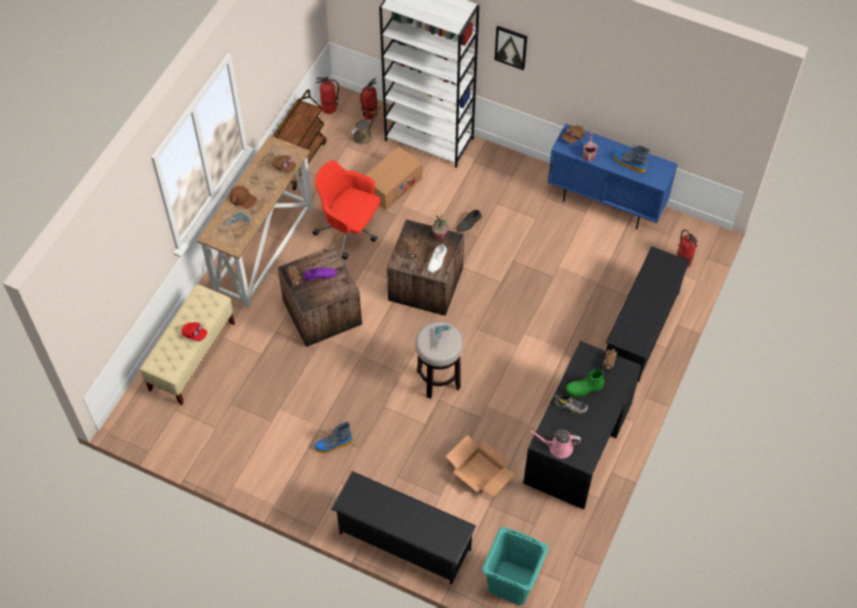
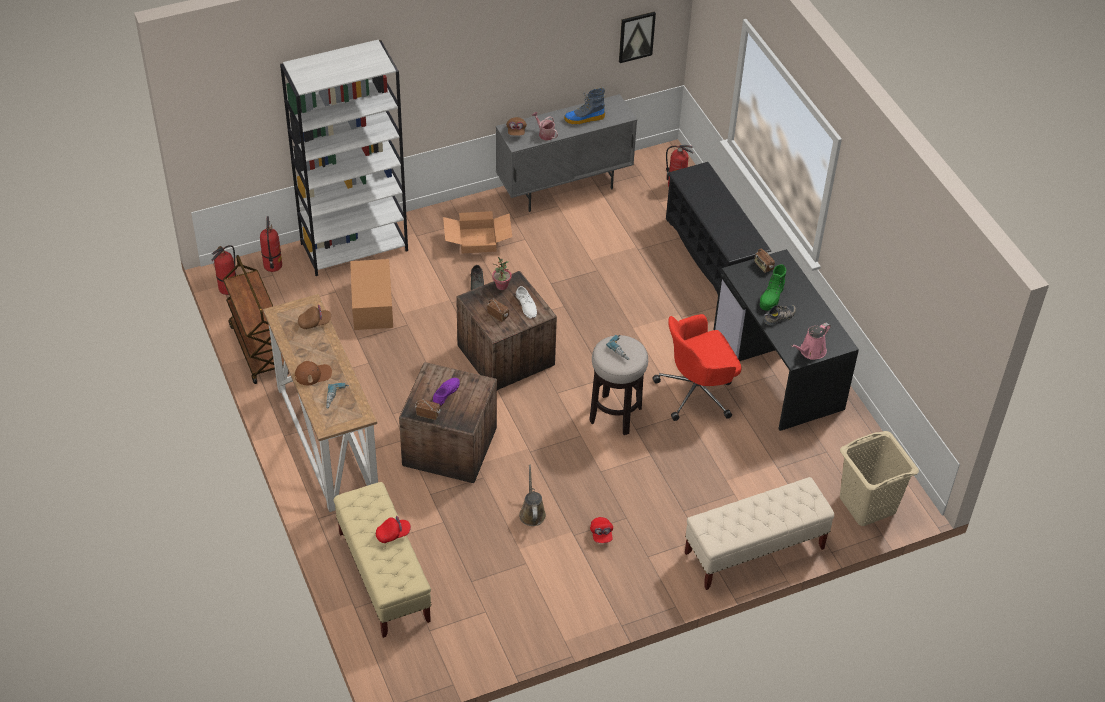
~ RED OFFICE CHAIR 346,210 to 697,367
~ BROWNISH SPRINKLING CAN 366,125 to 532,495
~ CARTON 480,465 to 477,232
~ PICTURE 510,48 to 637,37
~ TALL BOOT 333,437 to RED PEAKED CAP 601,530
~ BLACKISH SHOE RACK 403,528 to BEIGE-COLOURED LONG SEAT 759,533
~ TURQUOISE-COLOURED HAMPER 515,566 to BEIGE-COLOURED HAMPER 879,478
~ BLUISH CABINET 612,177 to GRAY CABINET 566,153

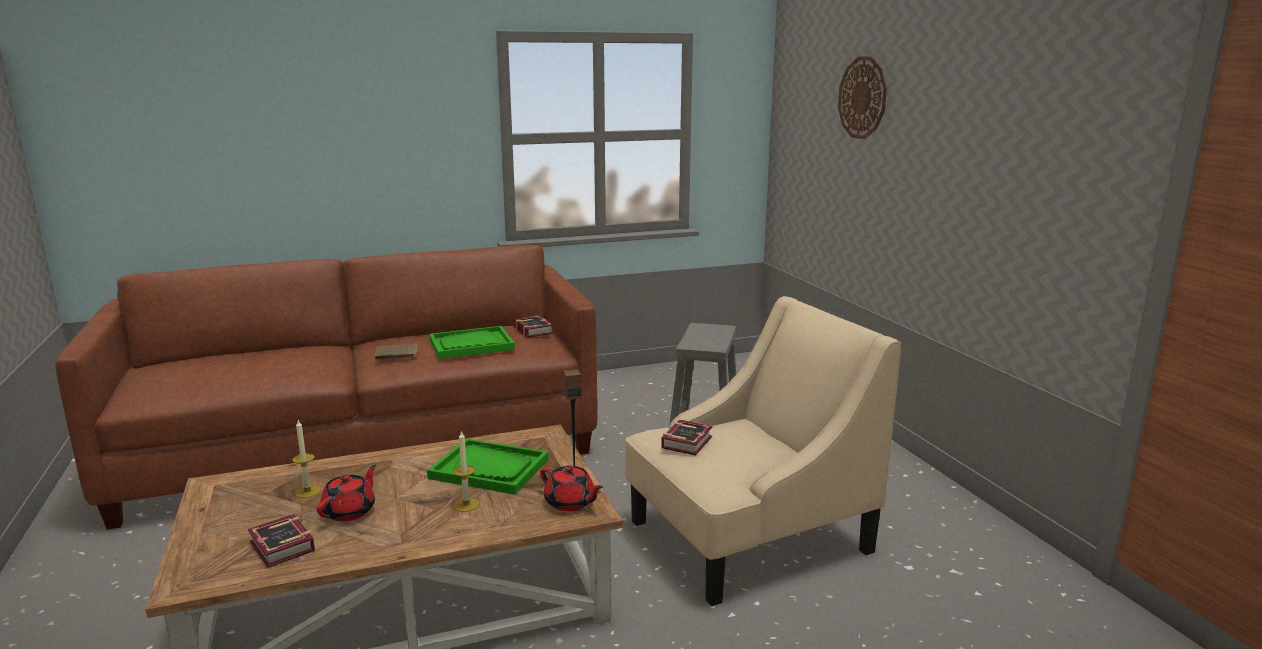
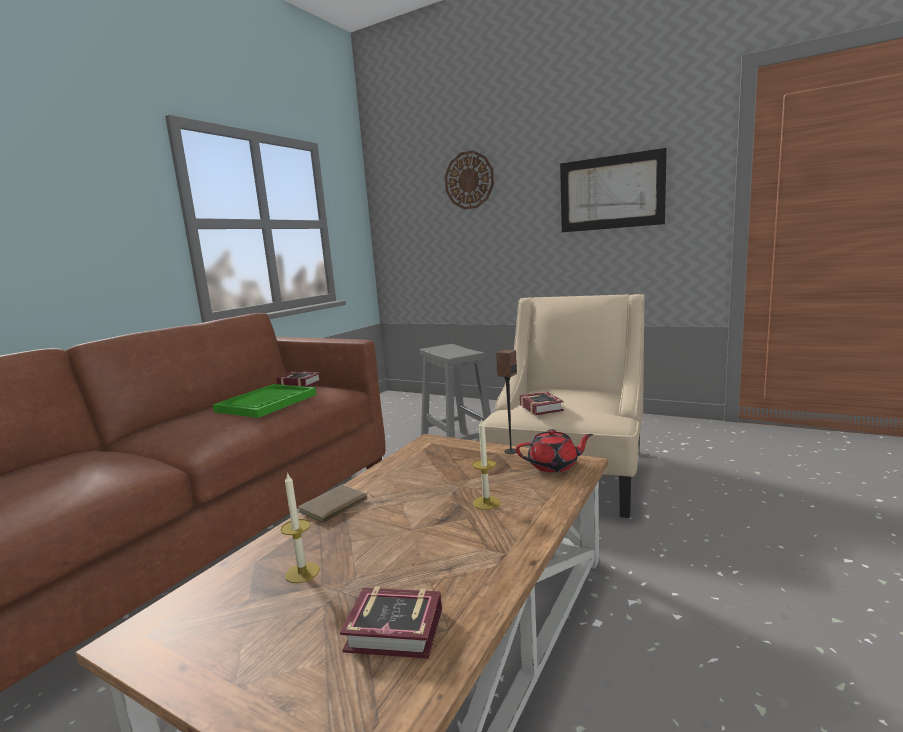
- RED POT FOR TEA 346,493
- GREEN-COLOURED TRAY 488,466
+ PICTURE 613,190
~ BROWNISH BOOK 396,352 to 336,504

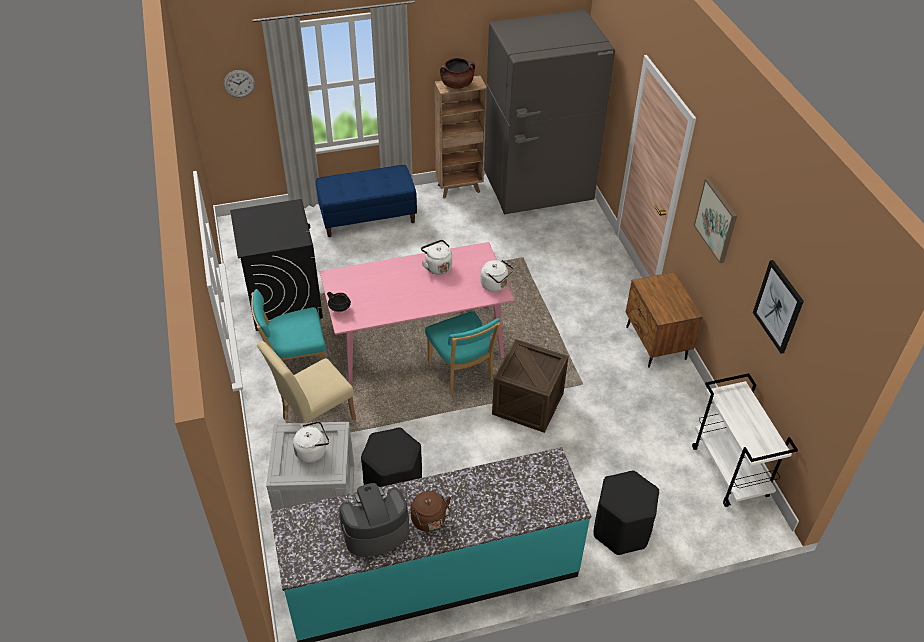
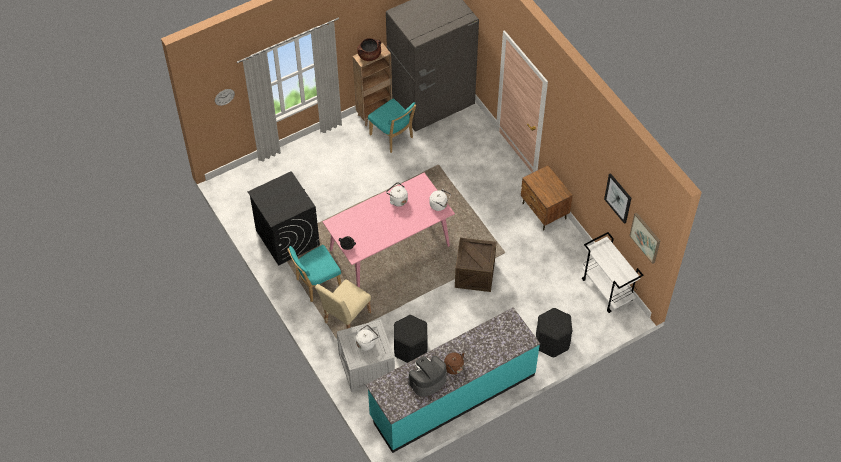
- BLUISH LONG SEAT 366,201
~ TURQUOISE-COLOURED CHAIR 463,353 to 392,126
~ PICTURE 715,220 to 644,238

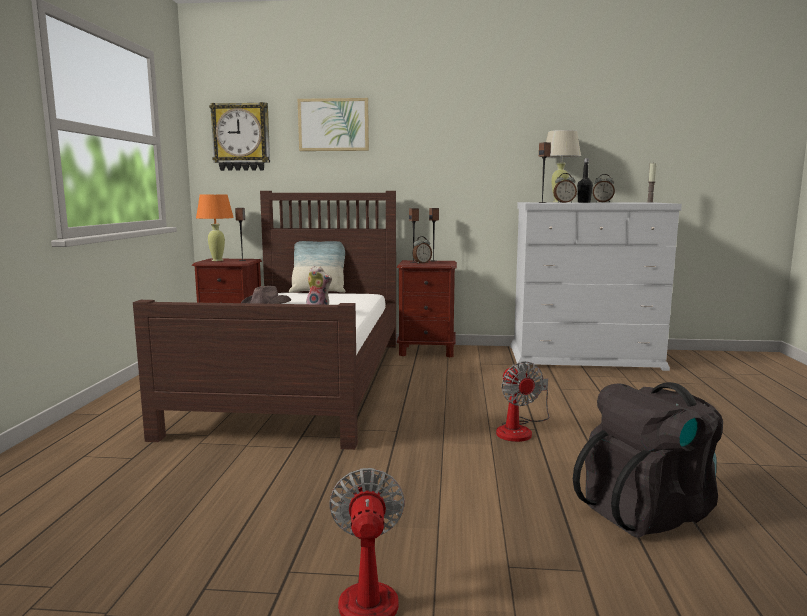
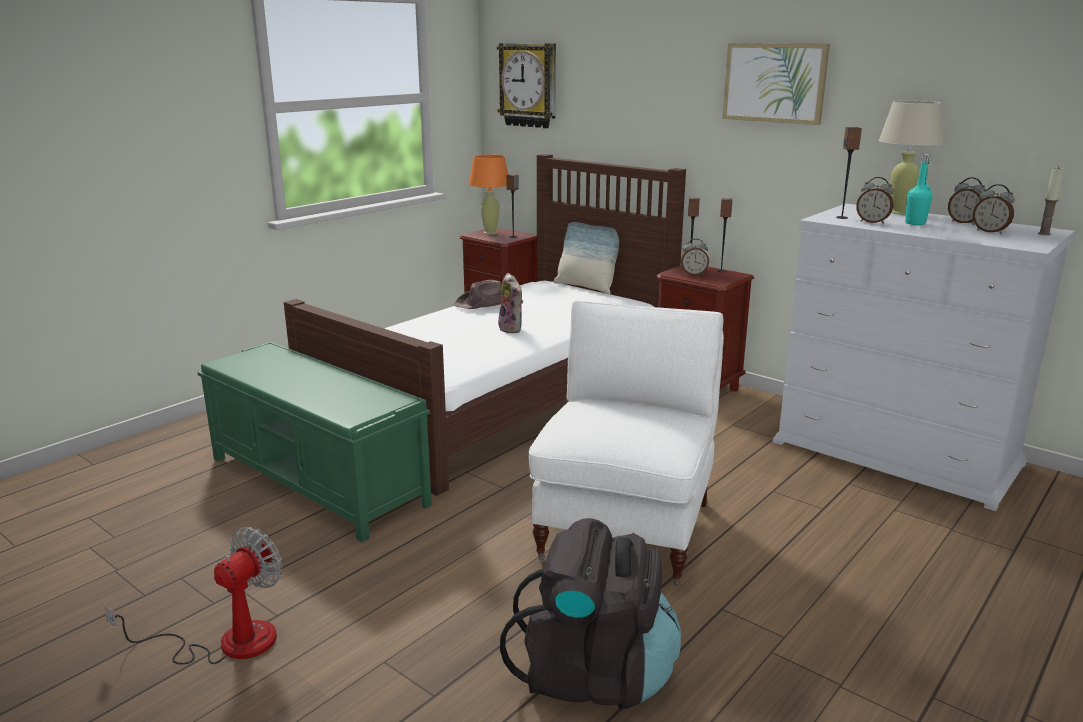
+ GREEN-COLOURED LONG SEAT 314,442
+ BEDSIDE CLOCK 994,209
~ PICTURE 333,124 to 776,84
~ FAN 522,401 to WHITE-COLOURED EASY CHAIR 626,443
~ BLACKISH BOTTLE 585,180 to TURQUOISE-COLOURED BOTTLE 919,189

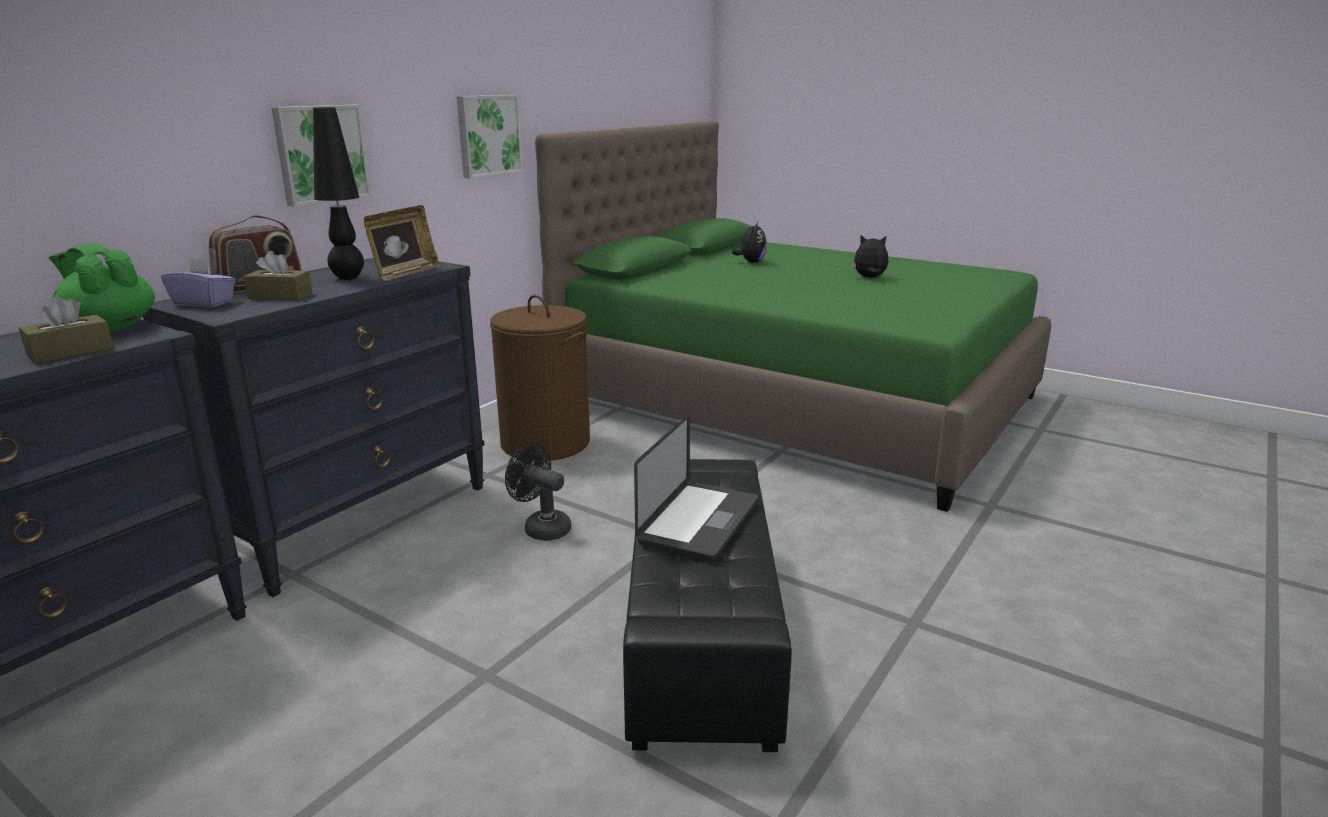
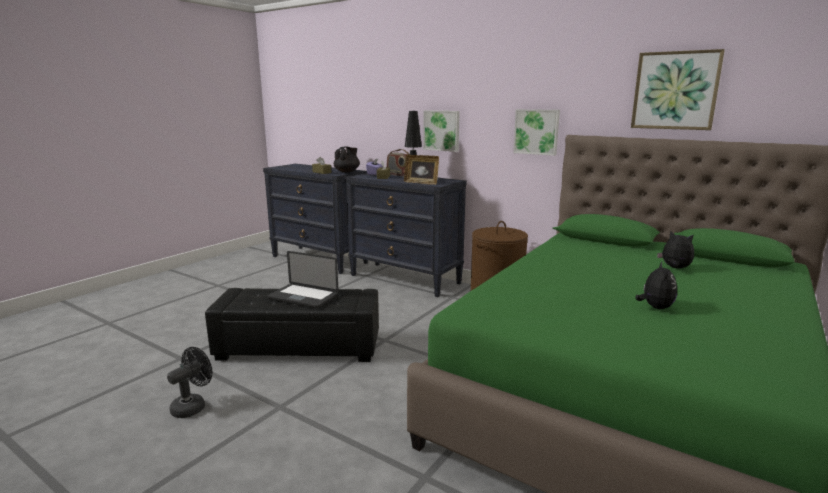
+ PICTURE 678,89
~ BLACKISH FAN 538,492 to 189,382
~ GREEN-COLOURED POT FOR TEA 101,287 to BLACKISH POT FOR TEA 347,160
~ SOFT TOY 749,242 = 675,250 150 degrees counterclockwise

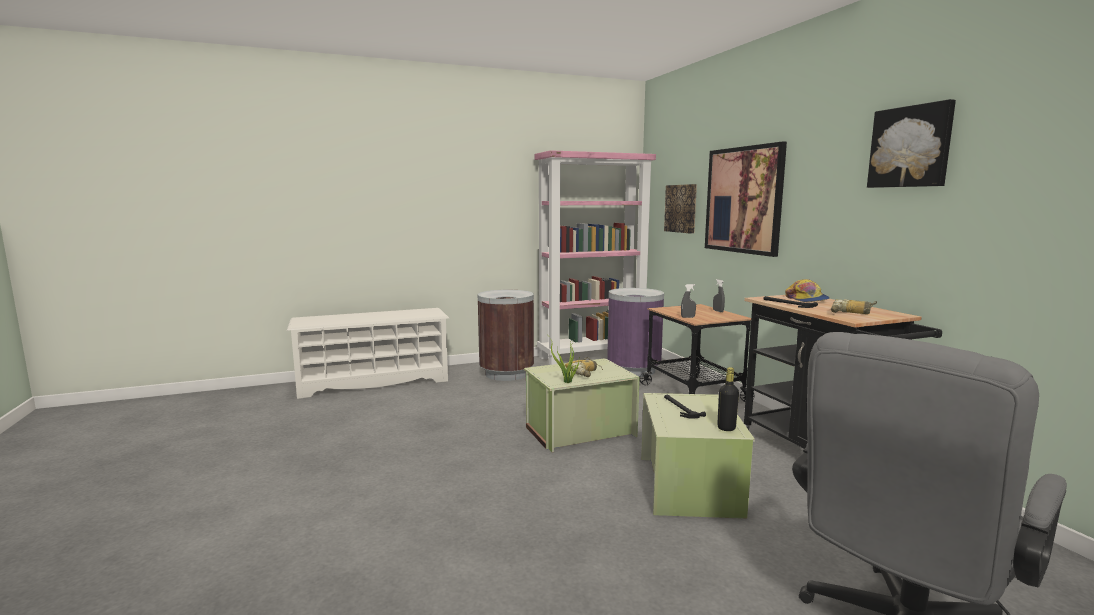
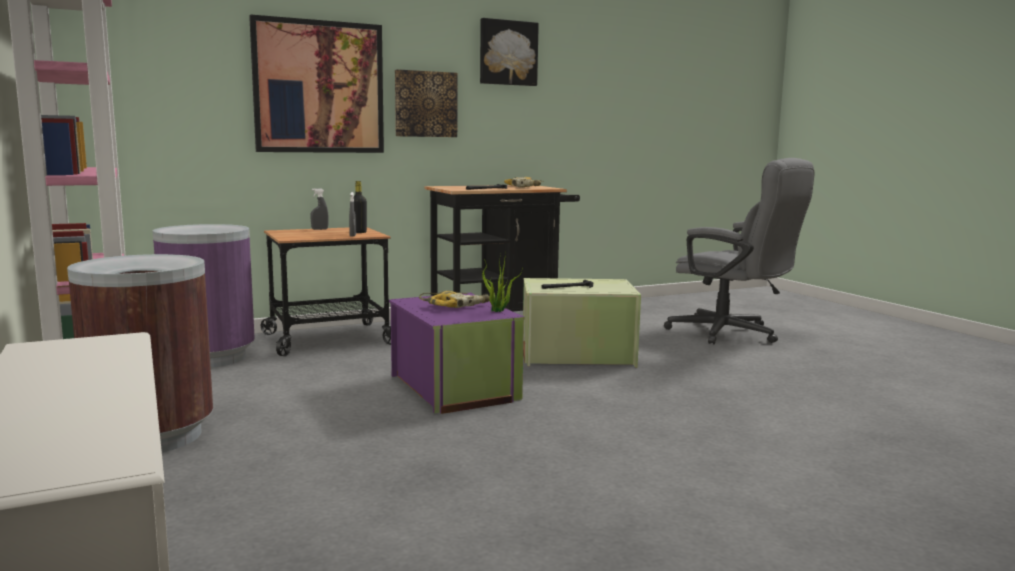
- PEAKED CAP 807,290
~ PICTURE 680,209 to 426,103
~ BLACKISH BOTTLE 728,399 to 360,207
~ GREEN-COLOURED STORAGE BIN 581,405 to PURPLISH STORAGE BIN 457,353

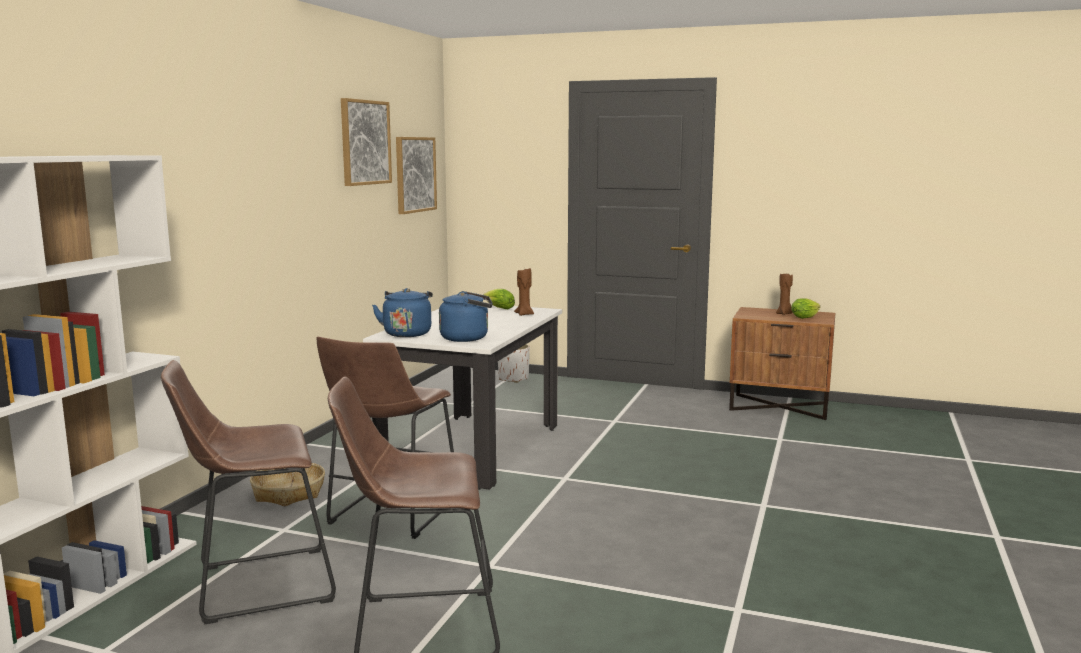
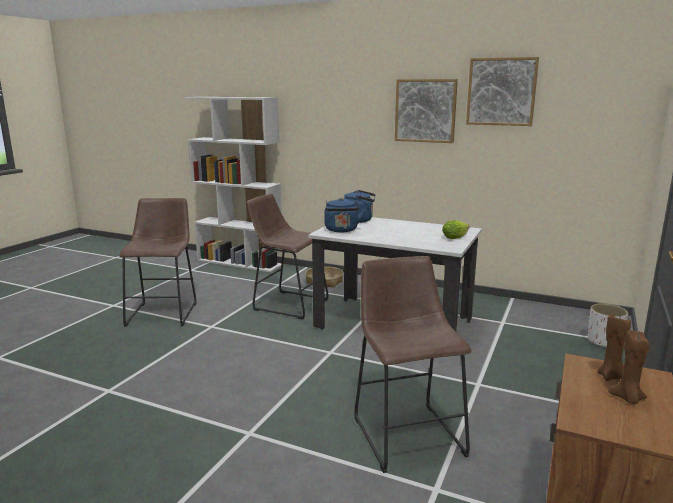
- LETTUCE HEAD 805,308
~ BROWNISH STOOL 248,492 to 412,364
~ PICTURE 416,175 to 426,111
~ BROWNISH WAX CANDLE 524,292 to 614,347

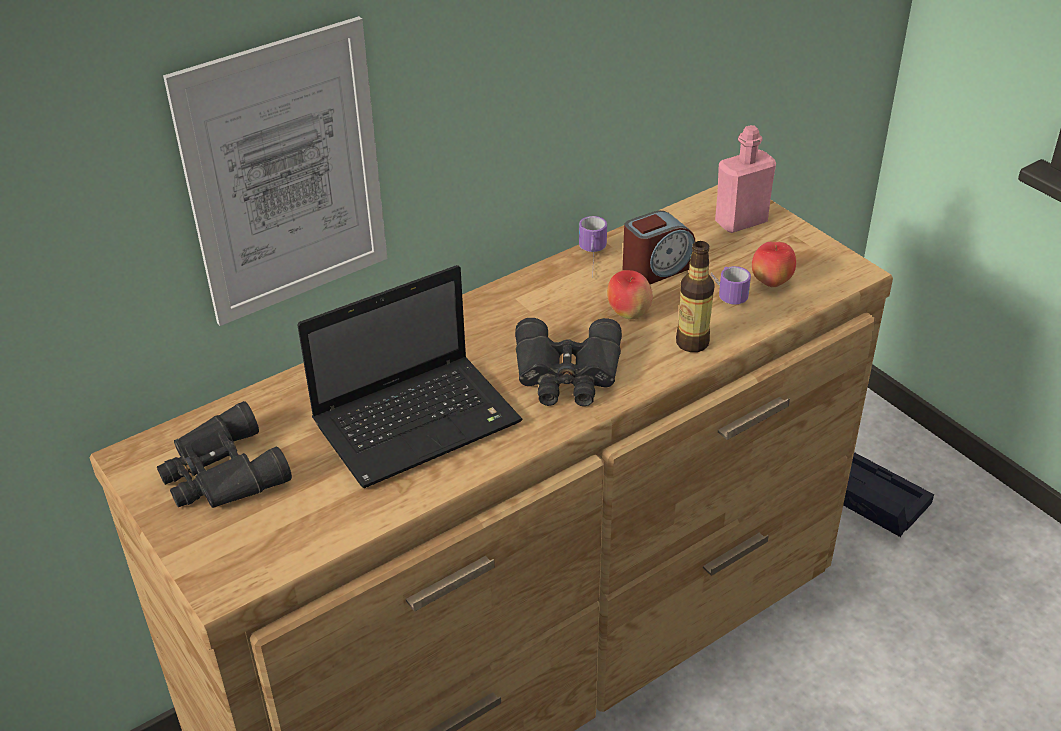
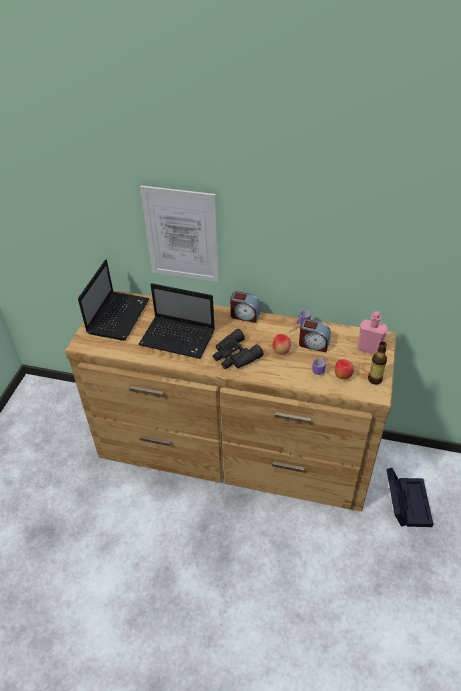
+ BEDSIDE CLOCK 245,307
~ BOTTLE 695,296 to 377,363
~ BLACKISH FIELD GLASSES 224,454 to LAPTOP 114,300

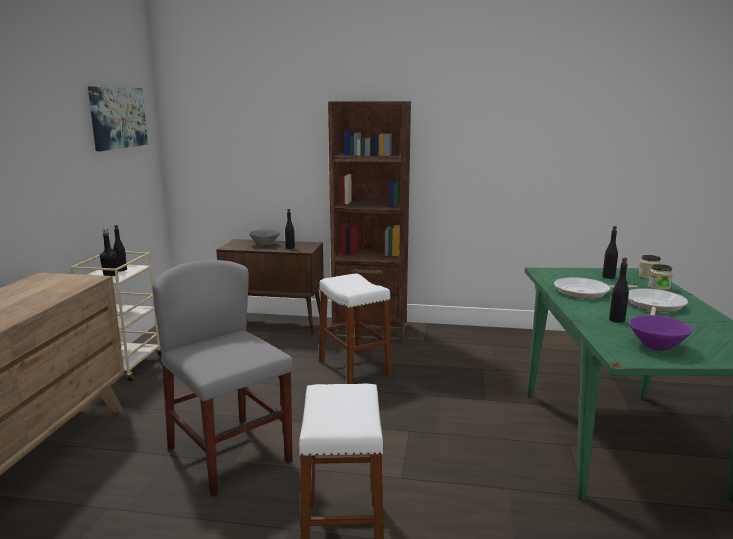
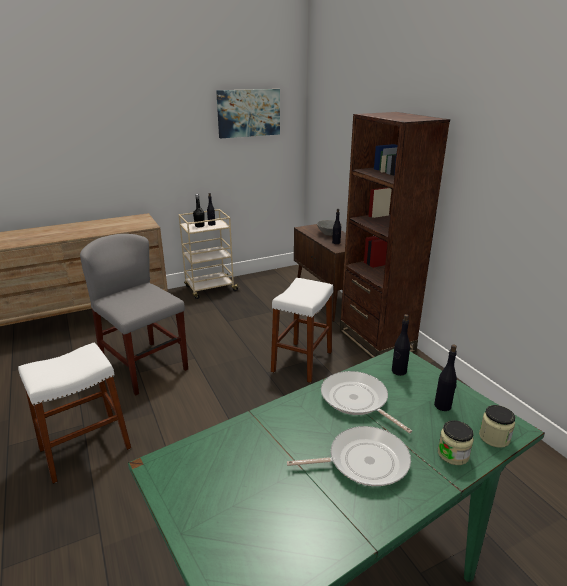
- PURPLISH BOWL 660,333
~ BLACKISH BOTTLE 619,290 to 401,345
~ GRAY CHAIR 222,378 = 134,314 60 degrees counterclockwise

